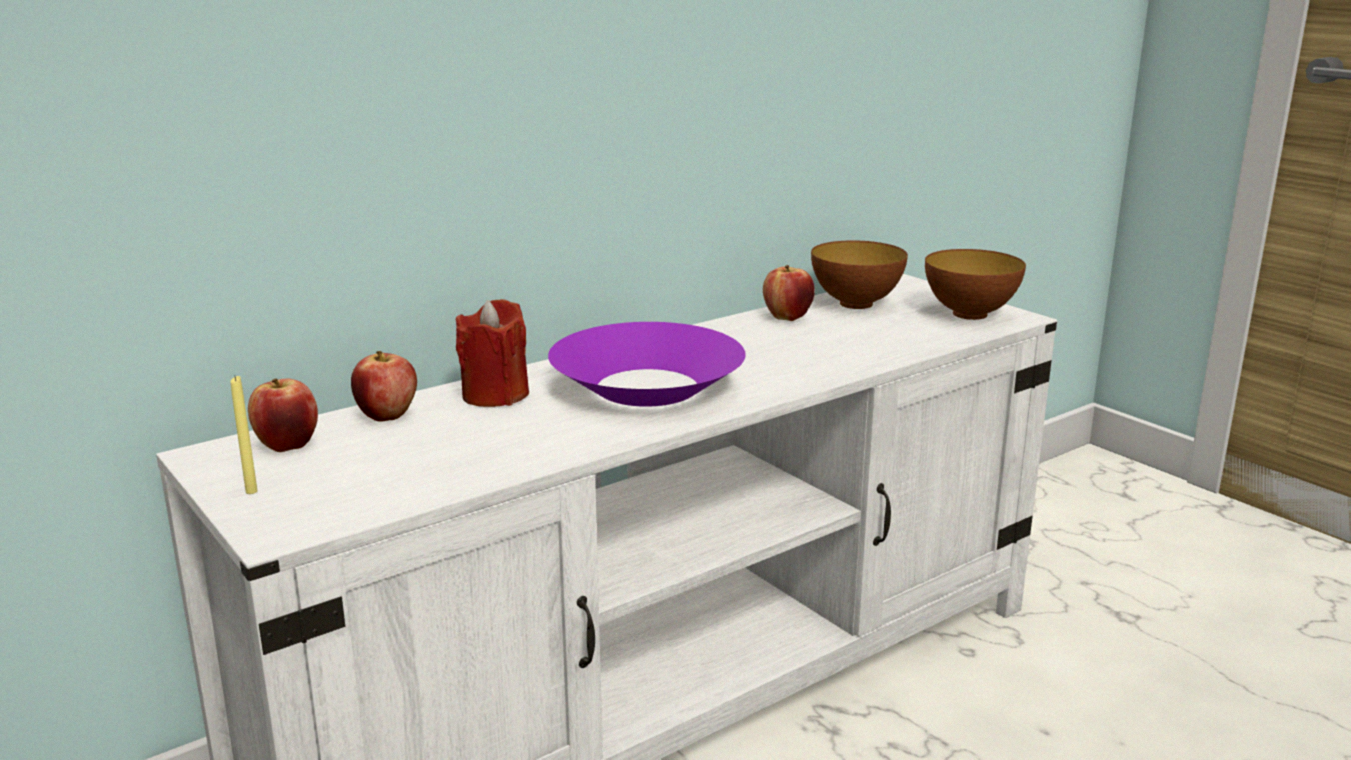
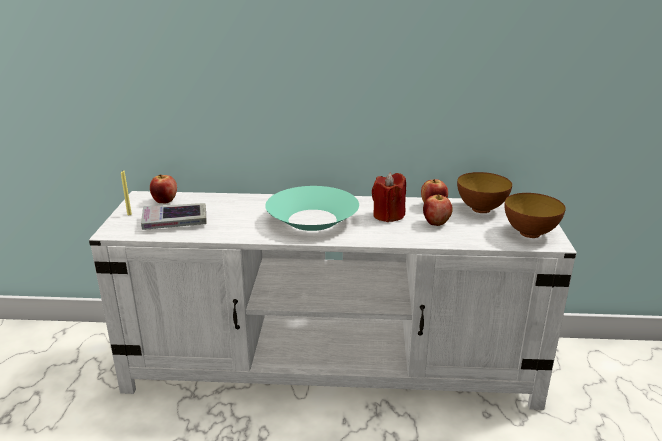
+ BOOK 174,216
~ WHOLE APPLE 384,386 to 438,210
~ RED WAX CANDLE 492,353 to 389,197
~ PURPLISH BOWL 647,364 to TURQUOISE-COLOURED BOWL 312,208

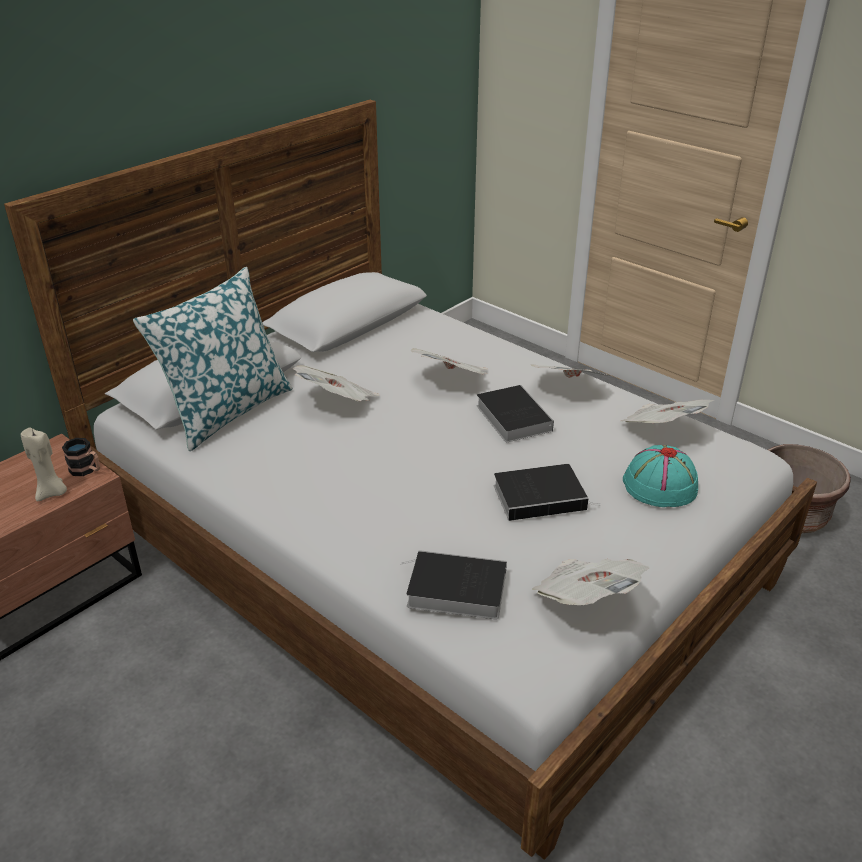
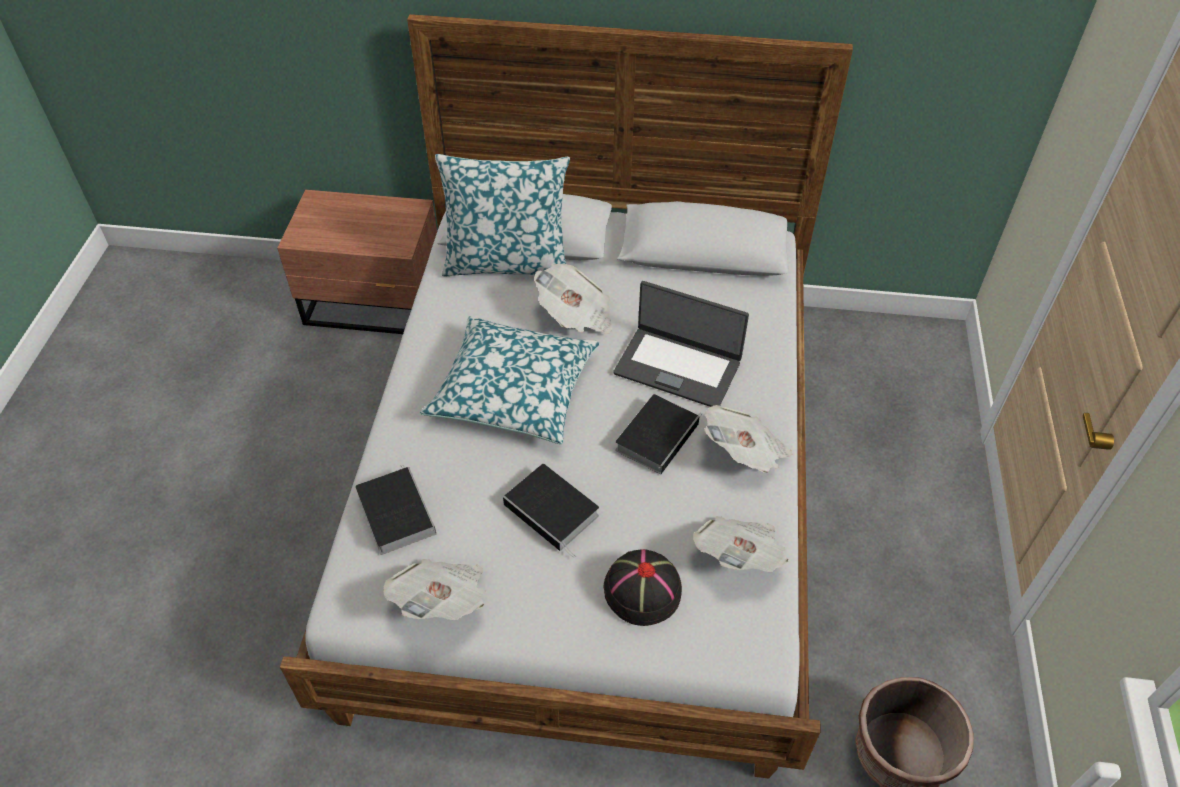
- BEIGE-COLOURED WAX CANDLE 44,464
- COFFEE MUG 81,457
+ THROW PILLOW 510,380
~ DAILY PAPER 449,361 to LAPTOP 681,344
~ TURQUOISE-COLOURED HAT 660,476 to BLACKISH HAT 642,587

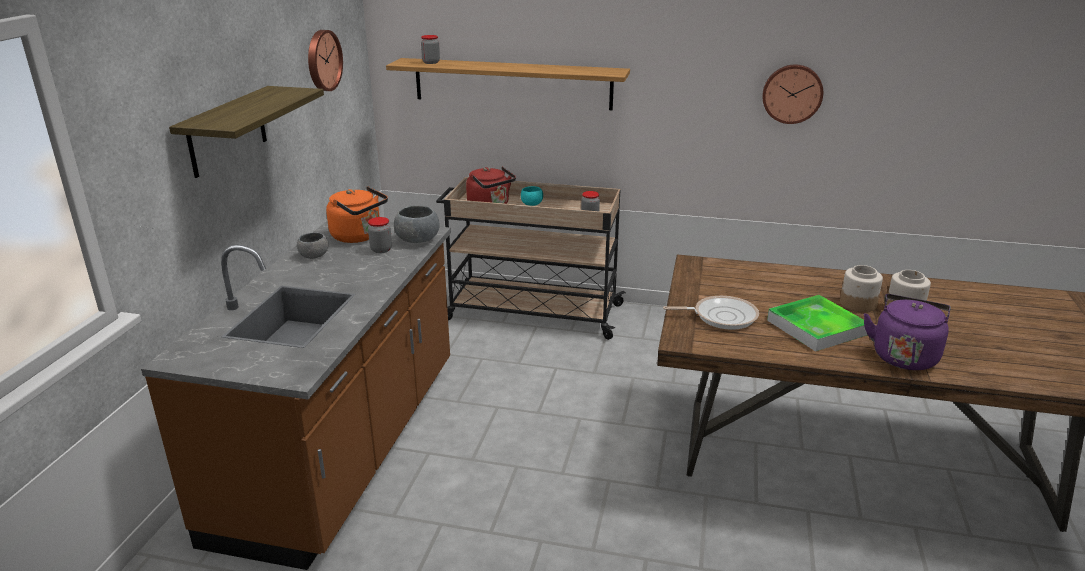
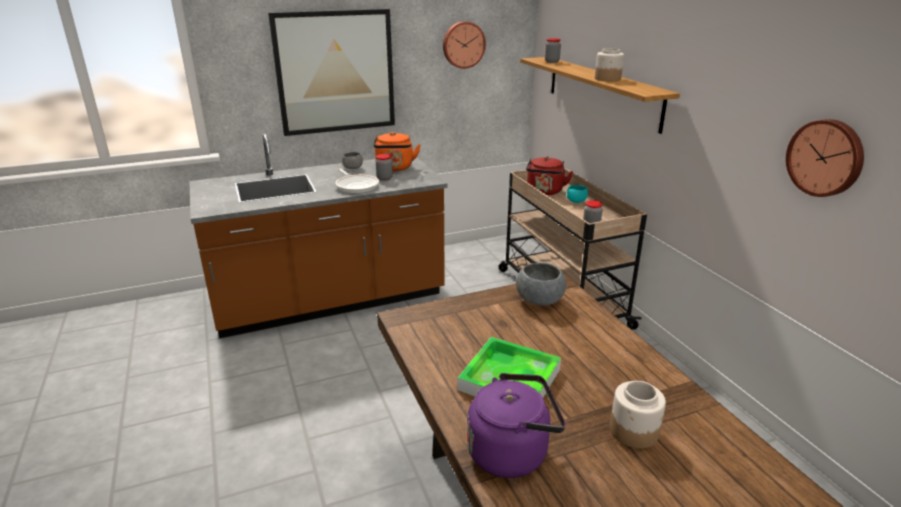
~ GRAY BOWL 417,224 to 541,284
~ PAN 711,313 to 357,180
~ PRESERVE JAR 861,288 to 609,64
~ WALL SHELF 246,132 to PICTURE 331,72

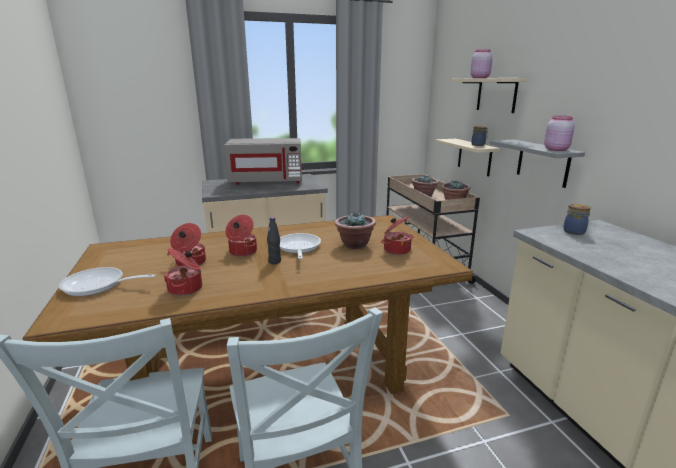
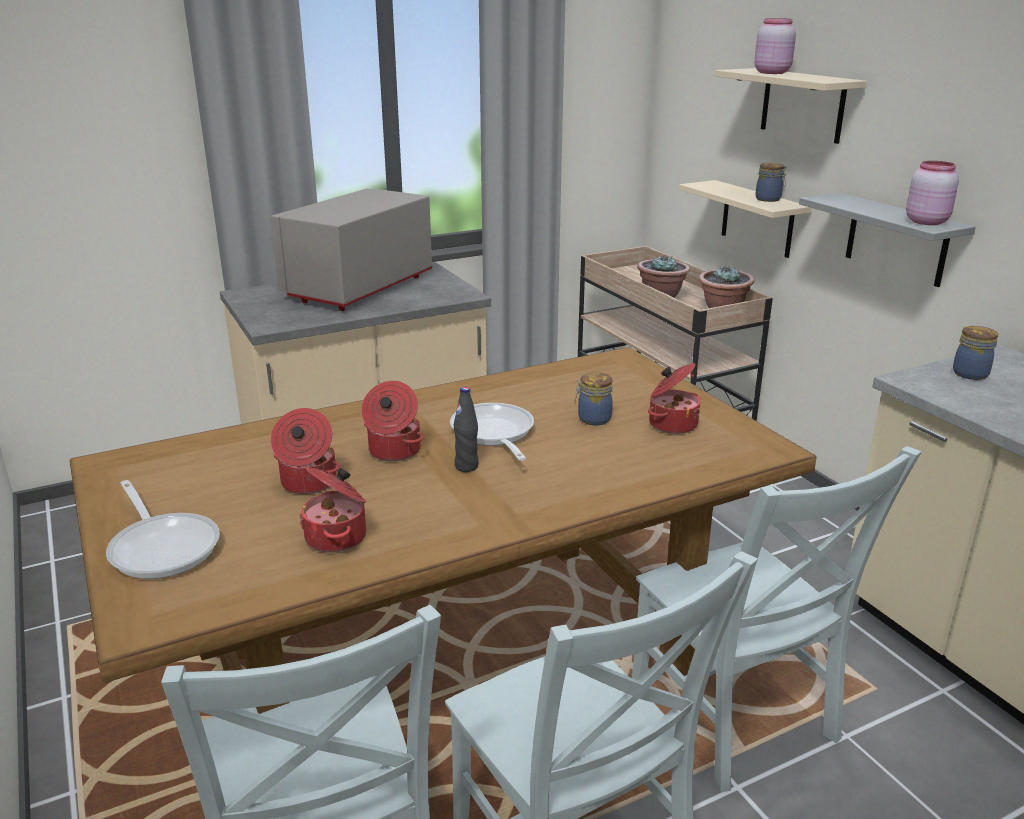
+ GRAY CHAIR 777,619
~ PLANT IN A POT 355,230 to PRESERVE JAR 594,398
~ PAN 107,281 = 163,529 120 degrees counterclockwise
~ GRAY KITCHEN MICROWAVE 263,161 = 351,250 135 degrees clockwise

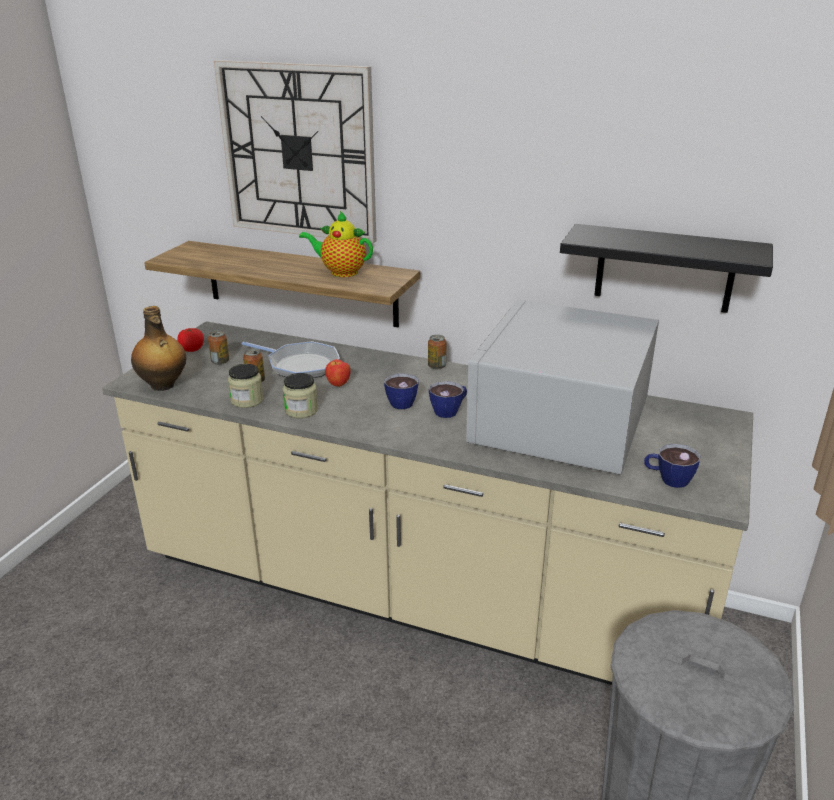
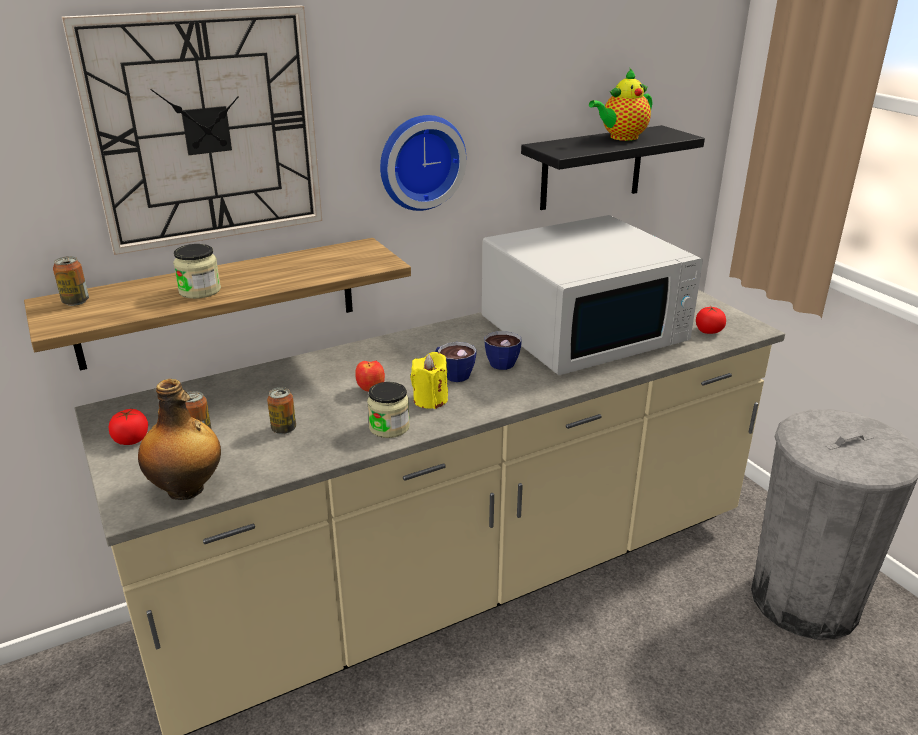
- PAN 291,359
+ CLOCK ON THE WALL 423,163
+ YELLOWISH WAX CANDLE 429,380
~ PRESERVE JAR 245,386 to 197,271
~ POT FOR TEA 336,244 to 620,104
~ SEALED CAN 437,352 to 71,281
~ CUP 672,466 to WHOLE TOMATO 711,320
~ WHITE-COLOURED KITCHEN MICROWAVE 562,387 = 592,295 90 degrees counterclockwise

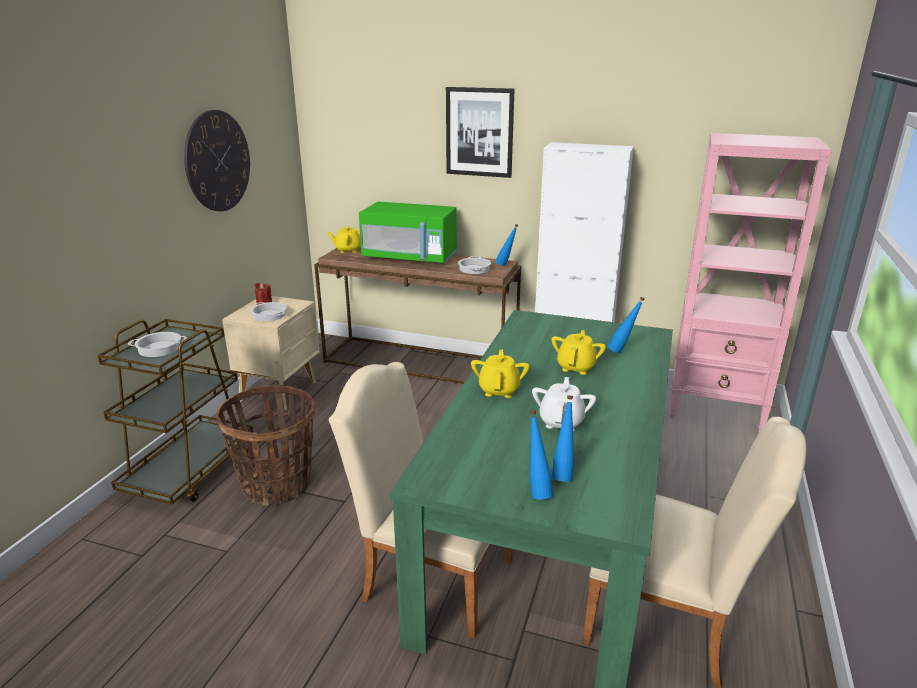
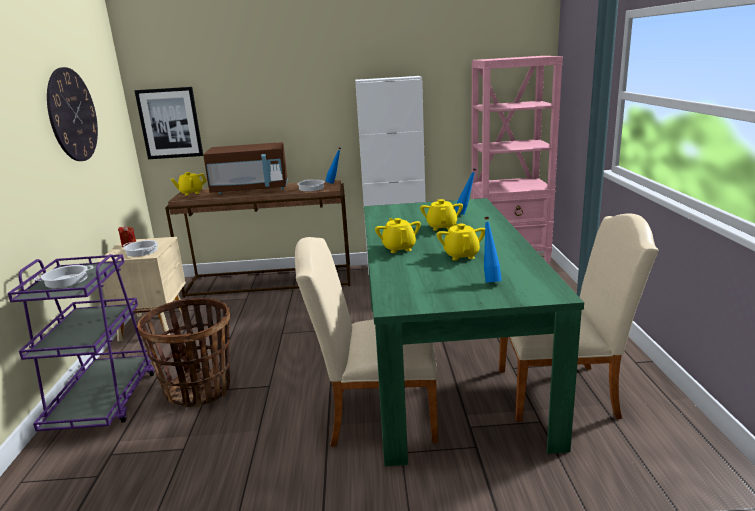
- BLUISH BOTTLE 541,454
~ PICTURE 480,132 to 168,123
~ BROWNISH CART 175,411 to PURPLISH CART 81,342
~ GREEN-COLOURED KITCHEN MICROWAVE 408,233 to BROWNISH KITCHEN MICROWAVE 245,168
~ WHITE-COLOURED POT FOR TEA 564,404 to YELLOWISH POT FOR TEA 461,242

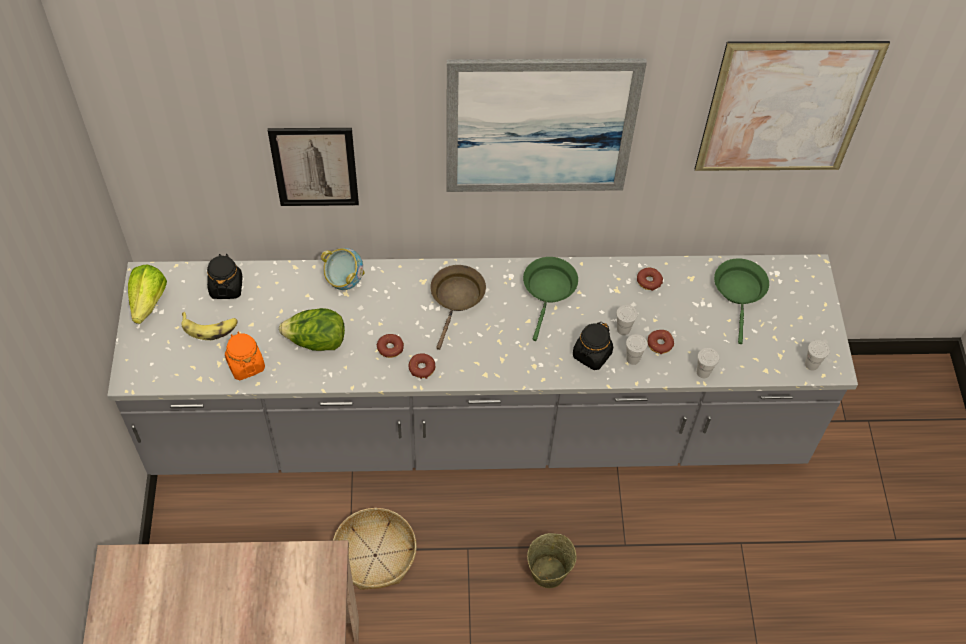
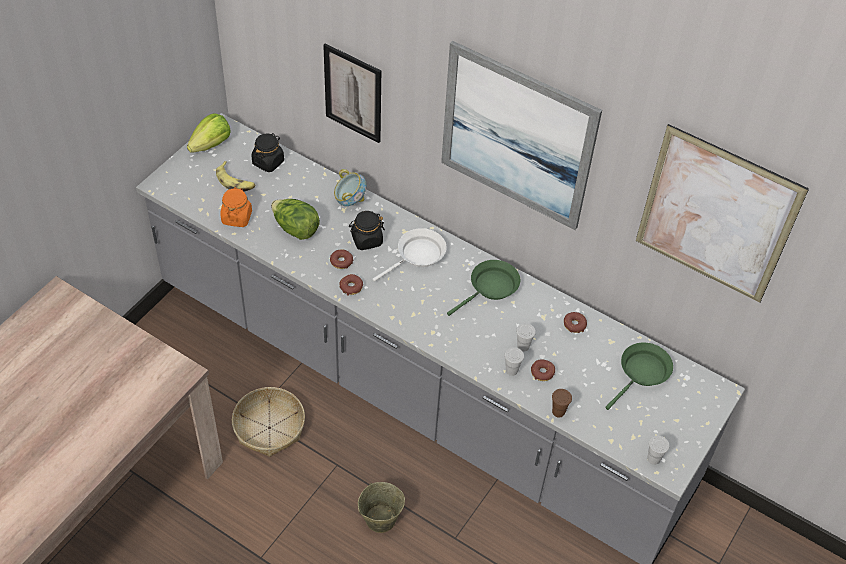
~ BLACKISH PRESERVE JAR 593,346 to 367,230
~ BROWNISH PAN 458,307 to WHITE-COLOURED PAN 409,255
~ WHITE-COLOURED CUP 708,363 to BROWNISH CUP 562,403

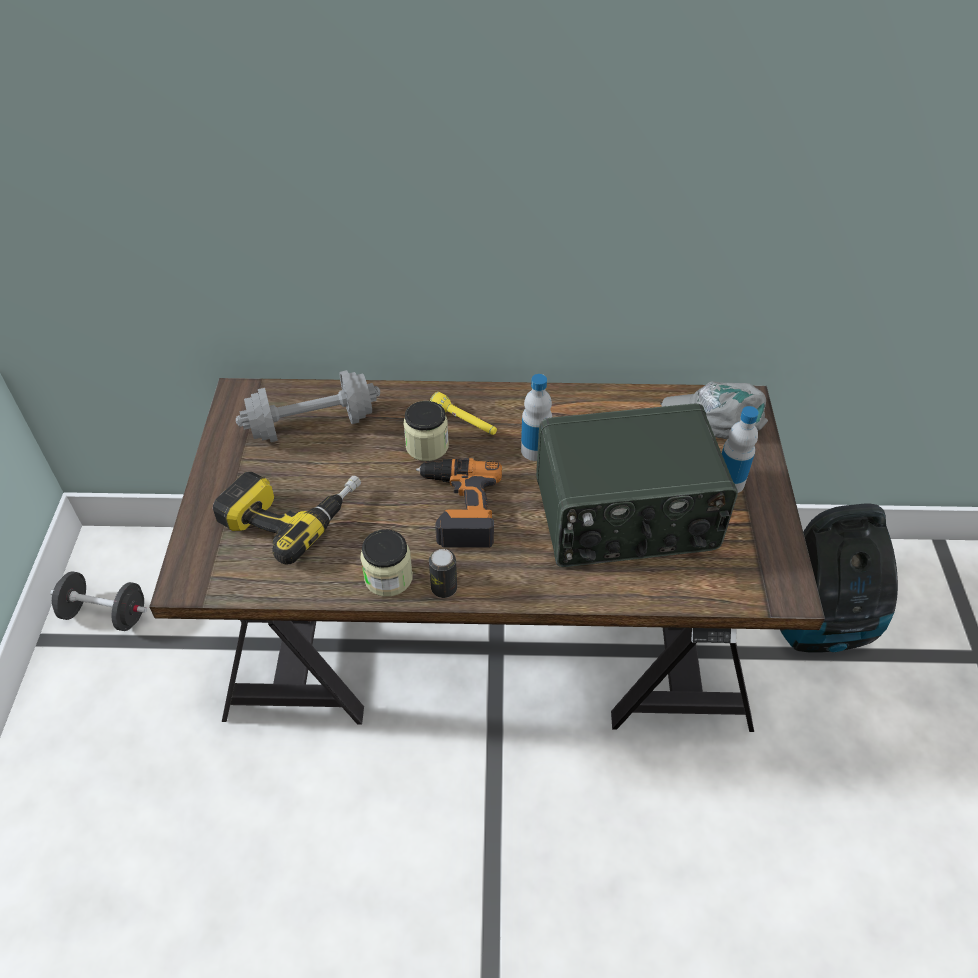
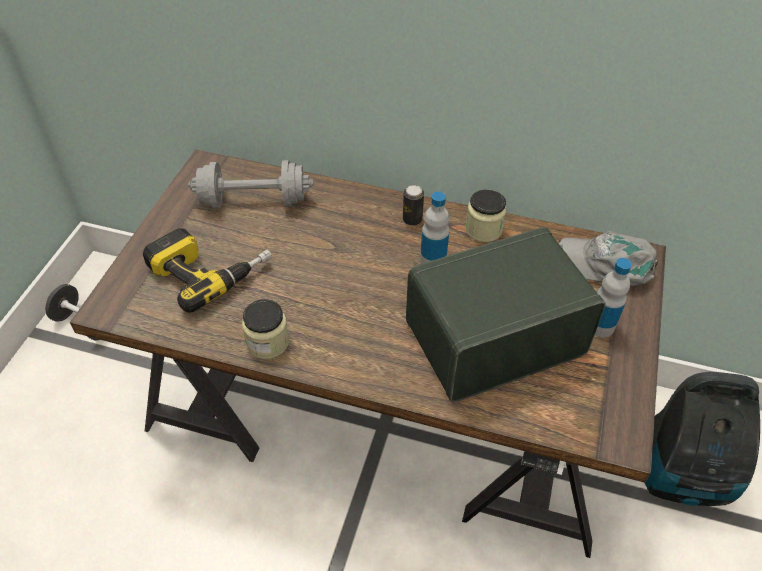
- DRILL 459,503
- YELLOWISH TORCH 463,413
~ PRESERVE JAR 426,431 to 486,215
~ SEALED CAN 443,573 to 413,205
~ RADIO RECEIVER 637,485 = 506,314 150 degrees clockwise

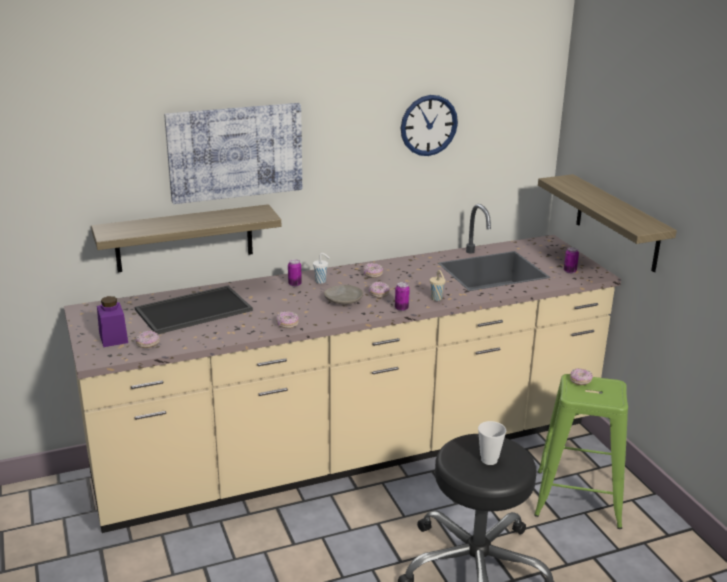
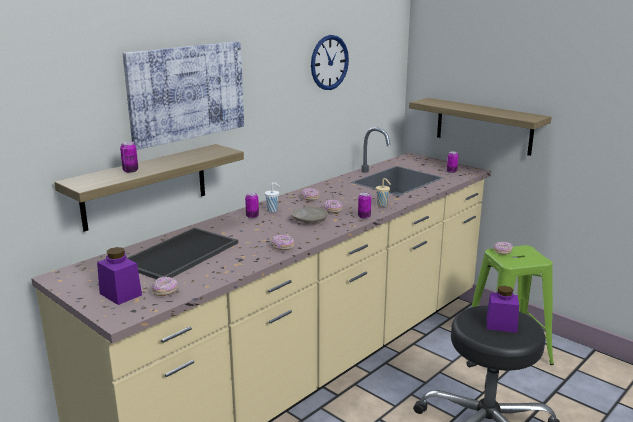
+ SEALED CAN 129,157
~ CUP 492,443 to PURPLISH PRESERVE JAR 502,309

